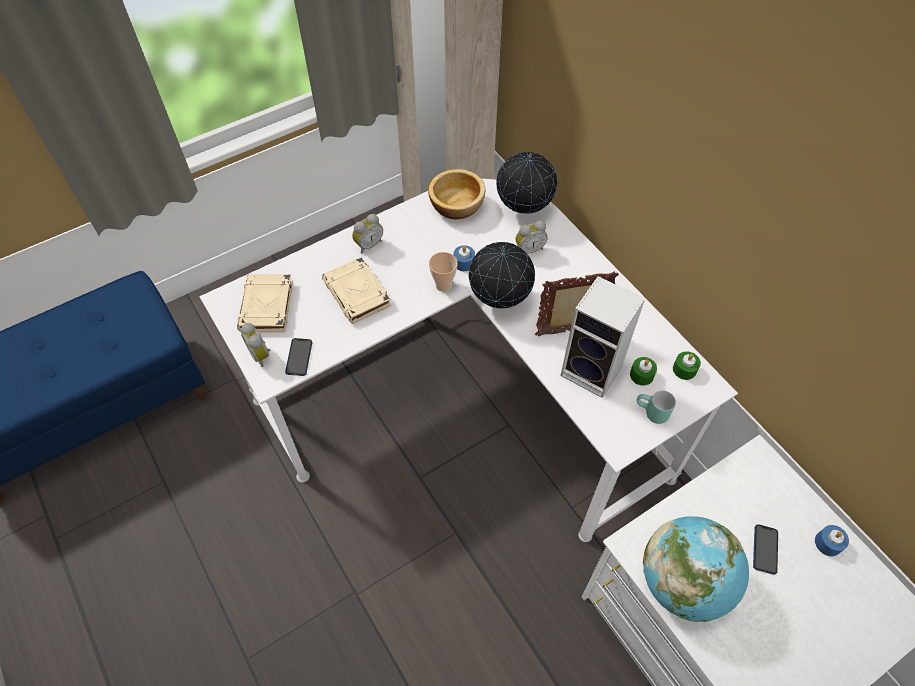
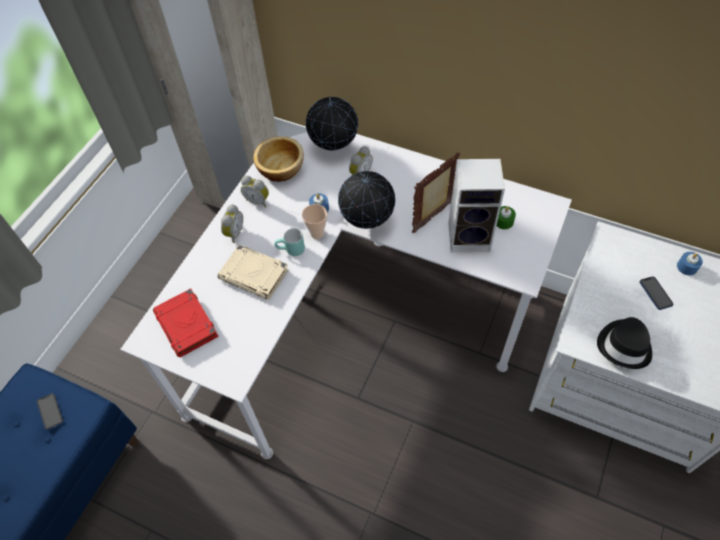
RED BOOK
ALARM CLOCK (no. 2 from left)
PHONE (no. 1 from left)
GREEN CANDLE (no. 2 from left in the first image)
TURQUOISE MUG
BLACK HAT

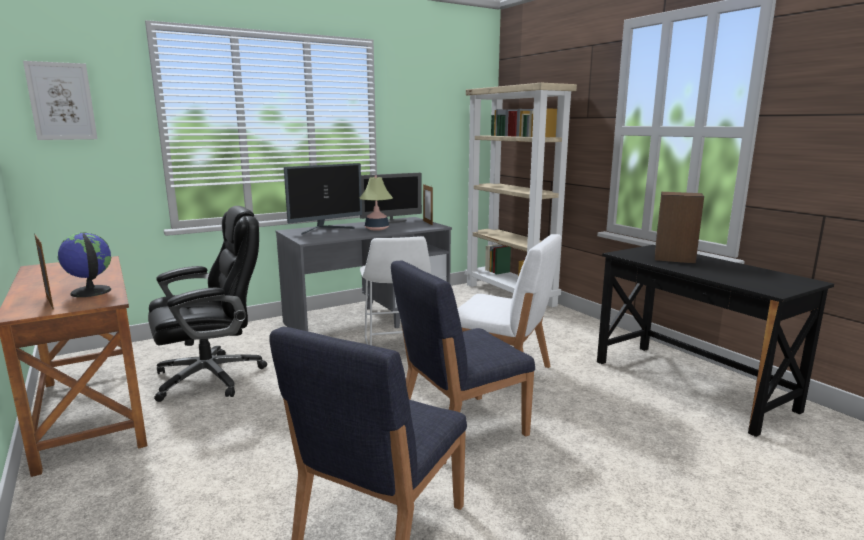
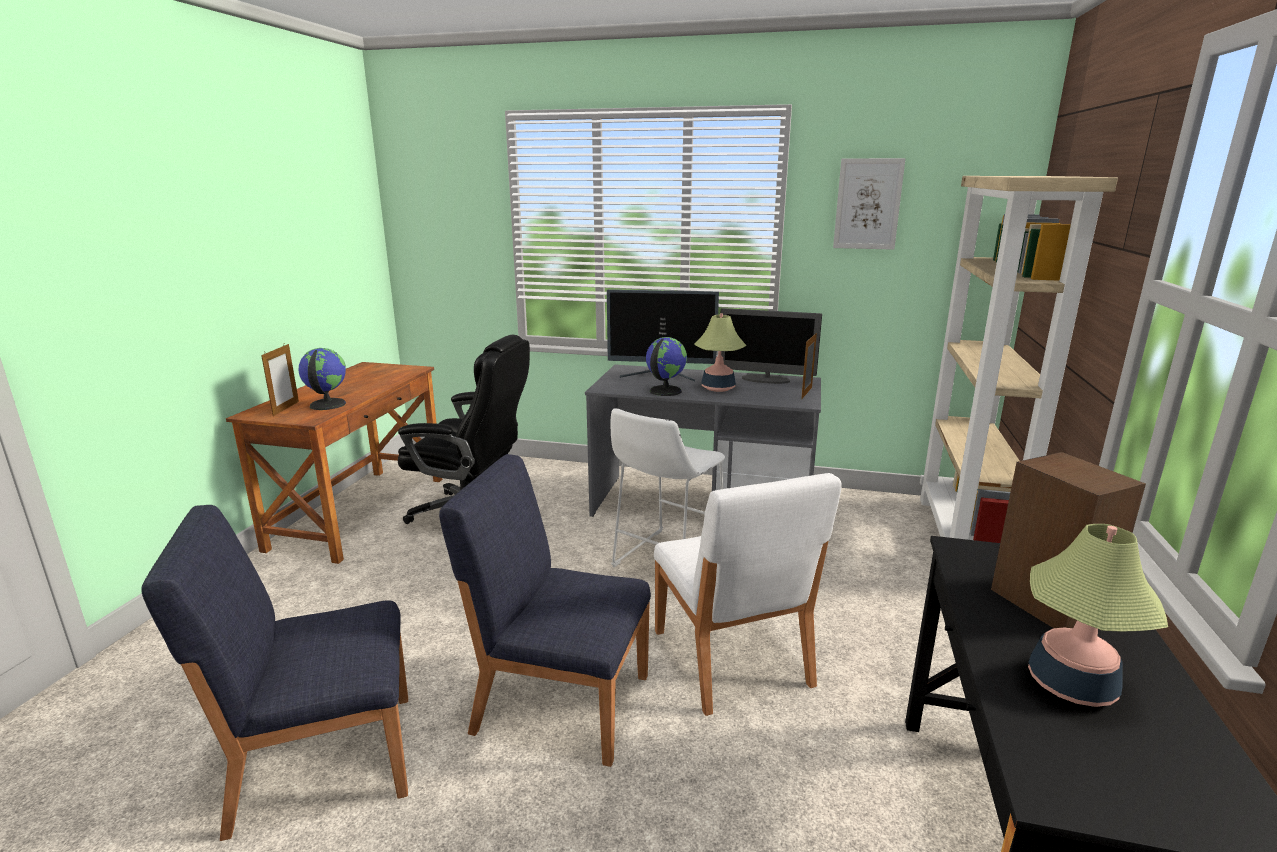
PICTURE
GLOBE (no. 2 from left)
TABLE LAMP (no. 2 from left)

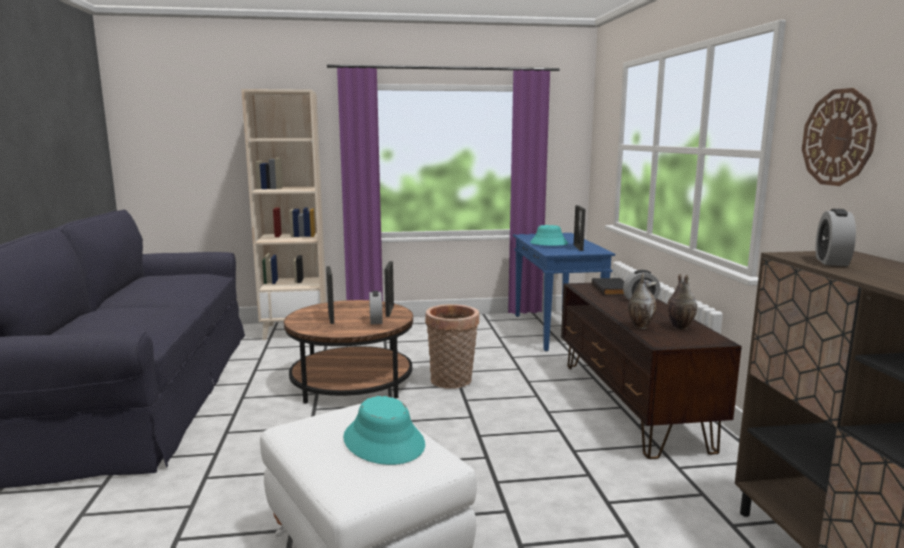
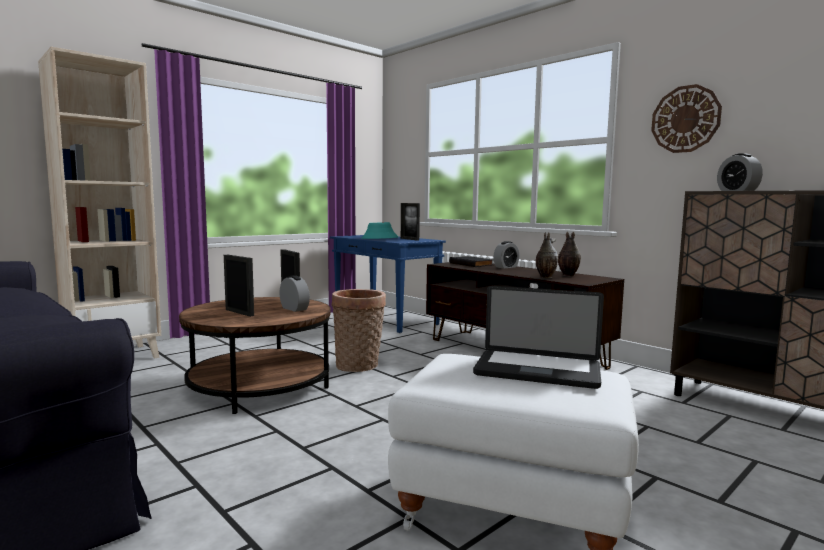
LAPTOP

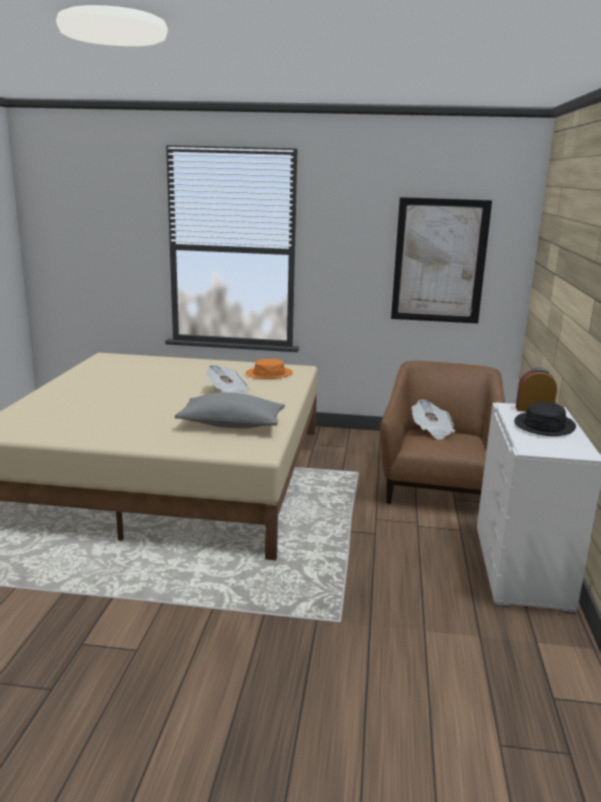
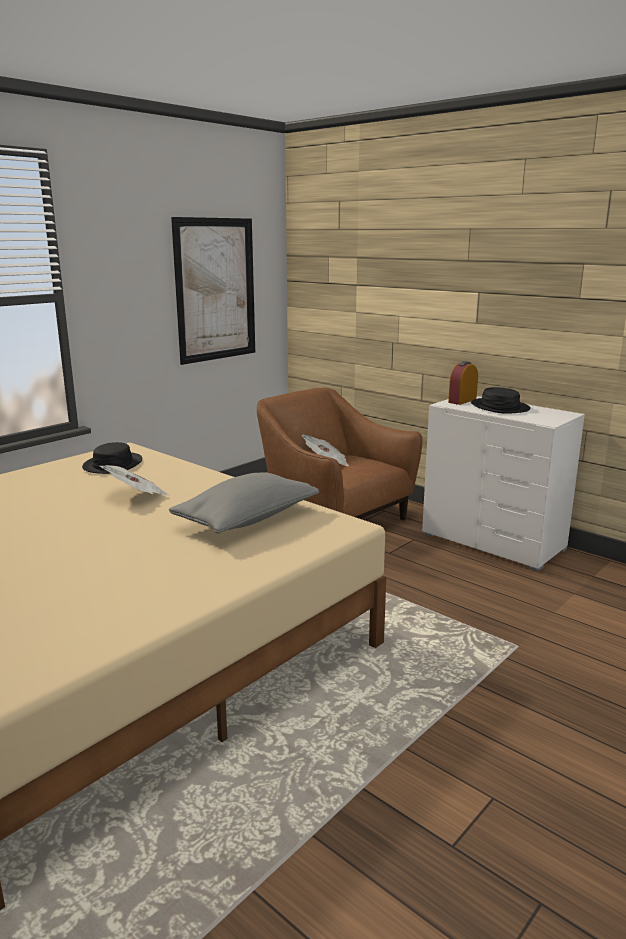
BLACK HAT (no. 1 from left)

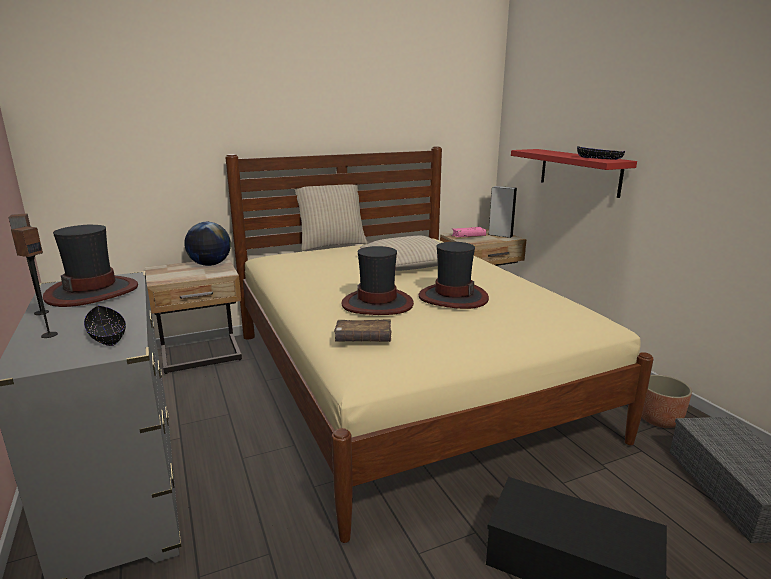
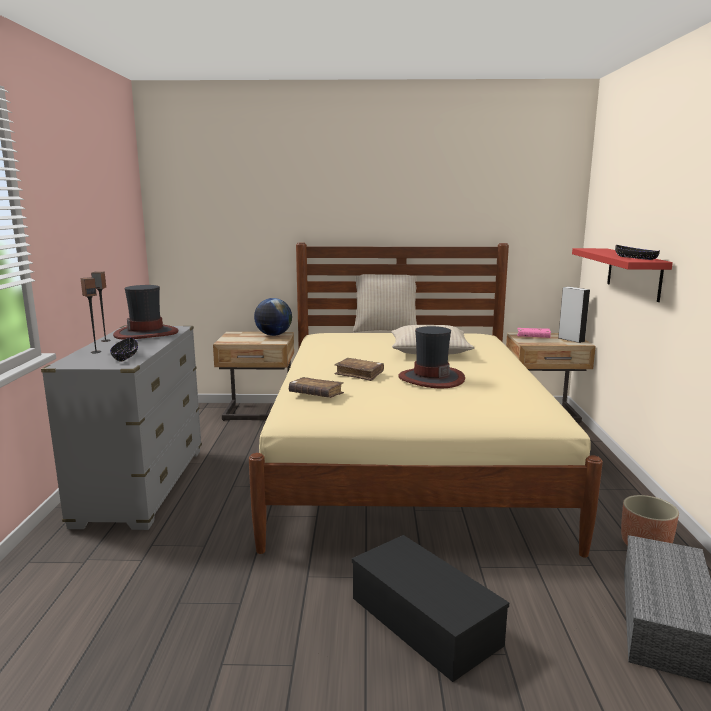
BROWN BOOK (no. 2 from left)

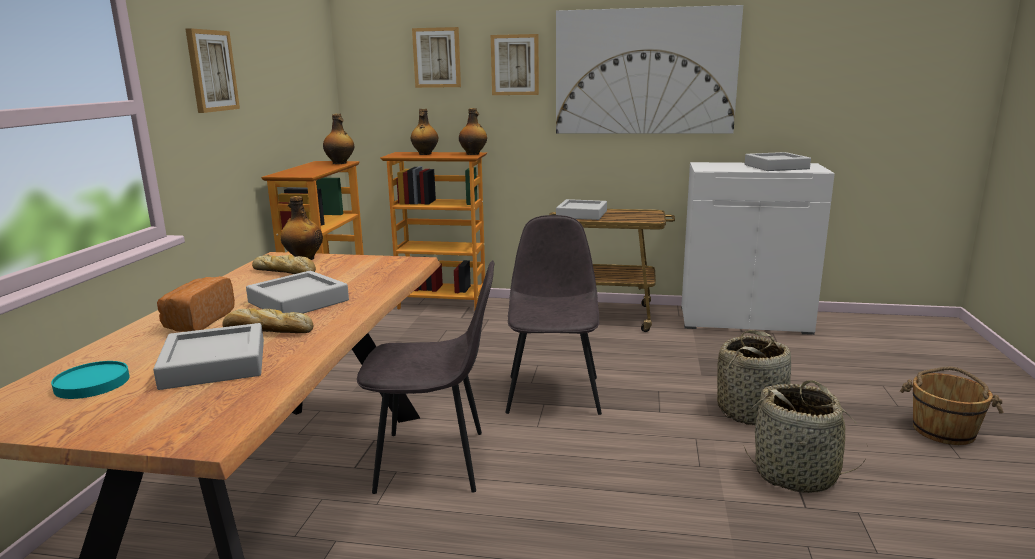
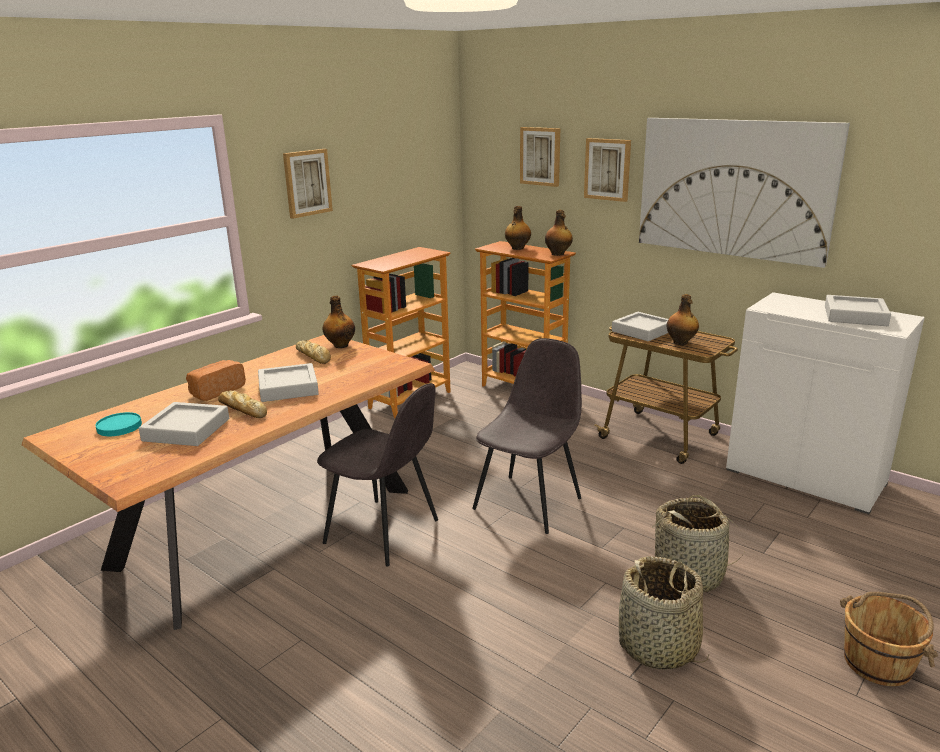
BOTTLE (no. 4 from left)

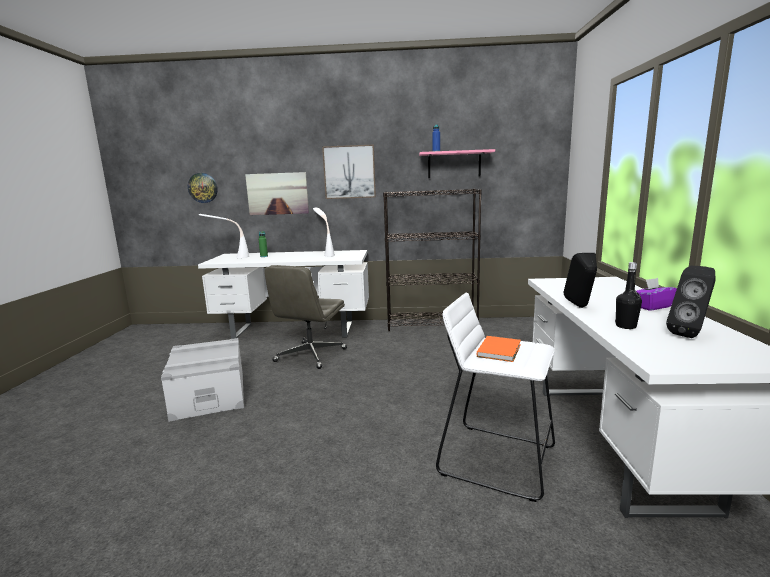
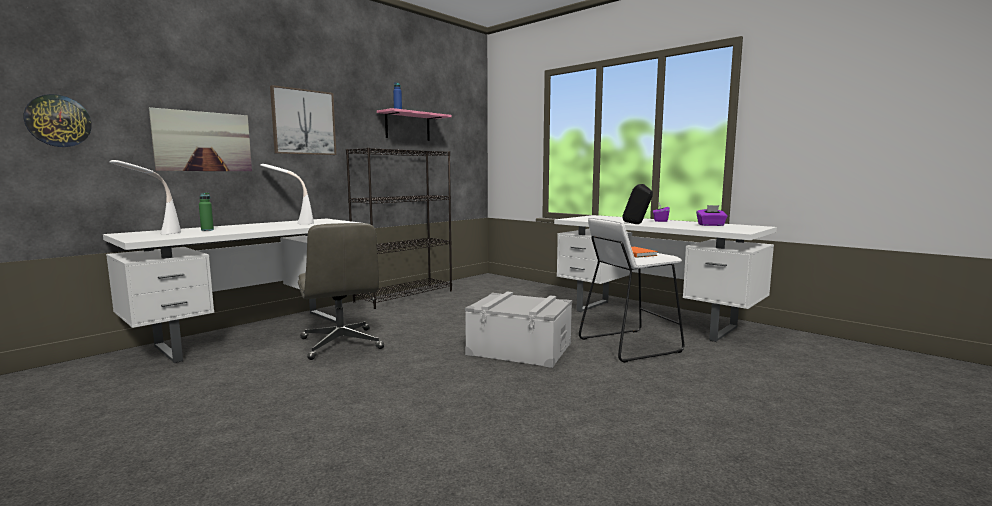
BLACK BOTTLE
PURPLE TISSUE BOX (no. 2 from left)
GREY STORAGE BOX

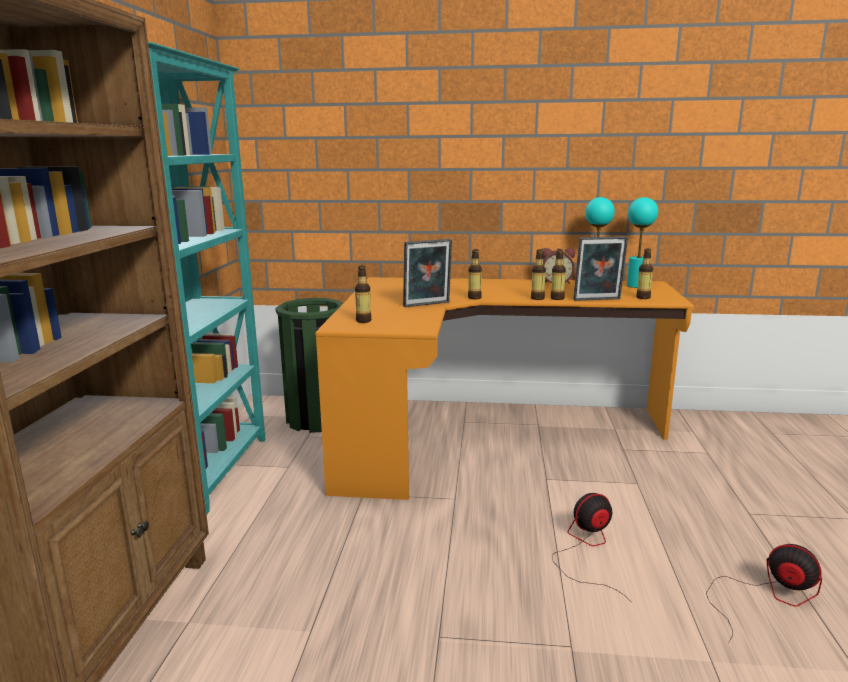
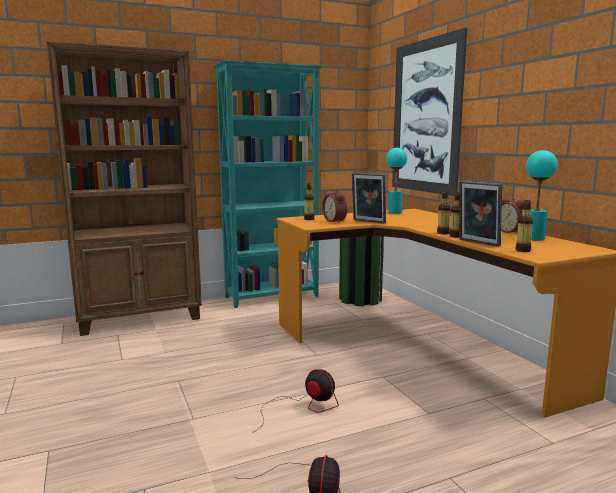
TURQUOISE TABLE LAMP (no. 1 from left)
BOTTLE (no. 2 from left in the first image)
PICTURE
ALARM CLOCK (no. 1 from left)

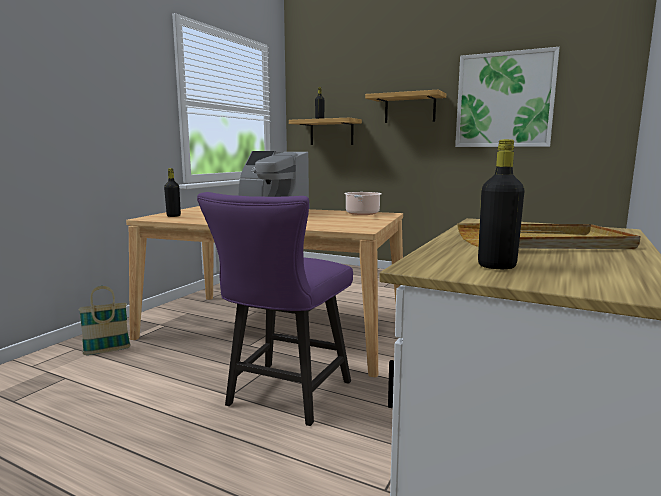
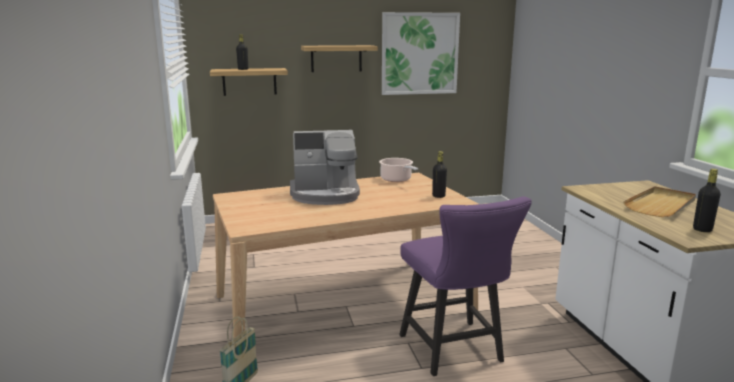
BLACK BOTTLE (no. 2 from left)

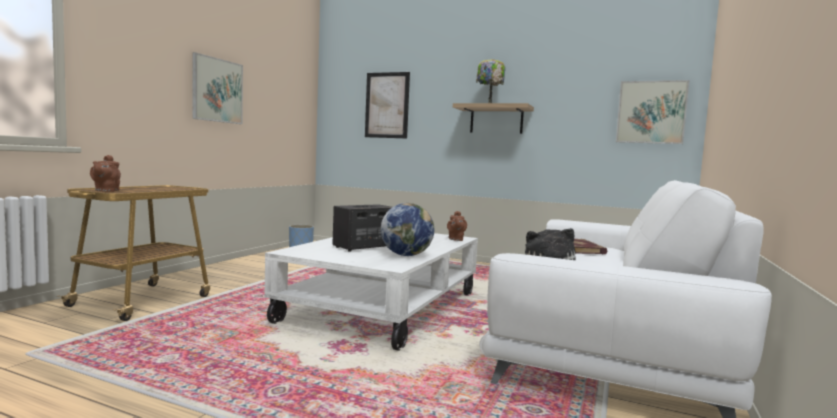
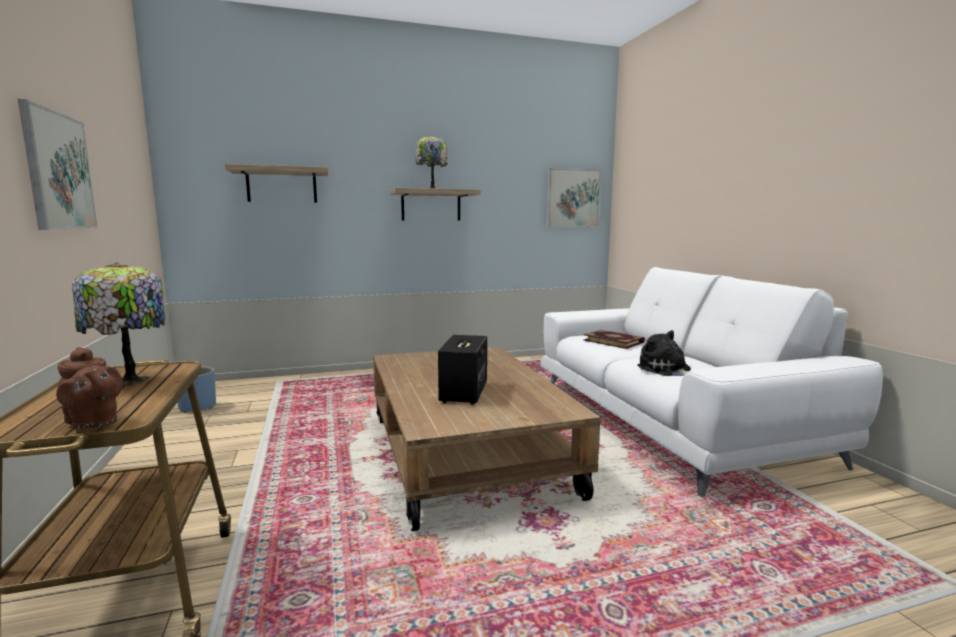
SHELF (no. 1 from left)
GLOBE
BROWN TEAPOT (no. 2 from left in the first image)
BROWN COFFEE TABLE
TABLE LAMP (no. 1 from left)

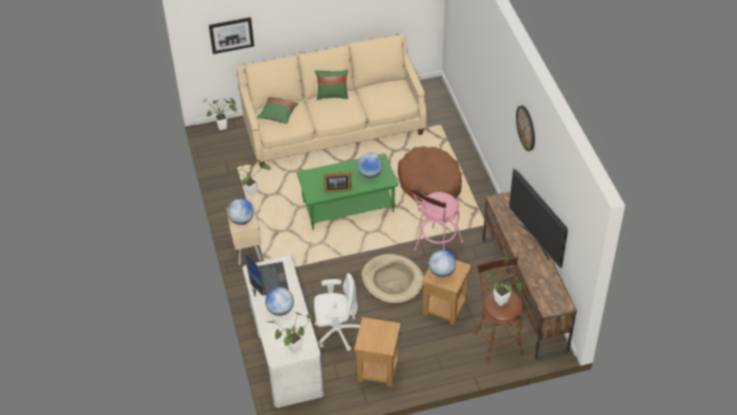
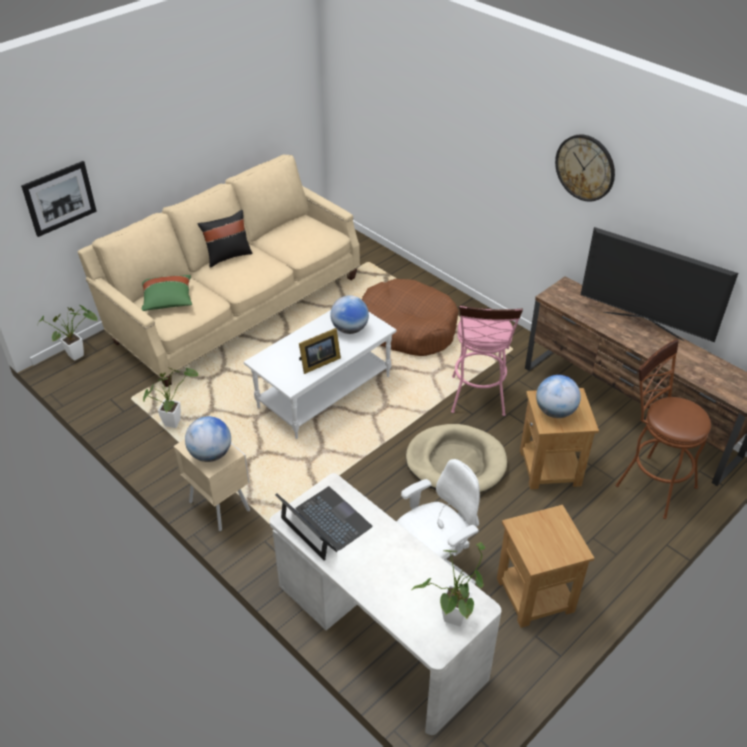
BLACK PILLOW
WHITE COFFEE TABLE
POTTED PLANT (no. 4 from left in the first image)
GLOBE (no. 2 from left in the first image)

